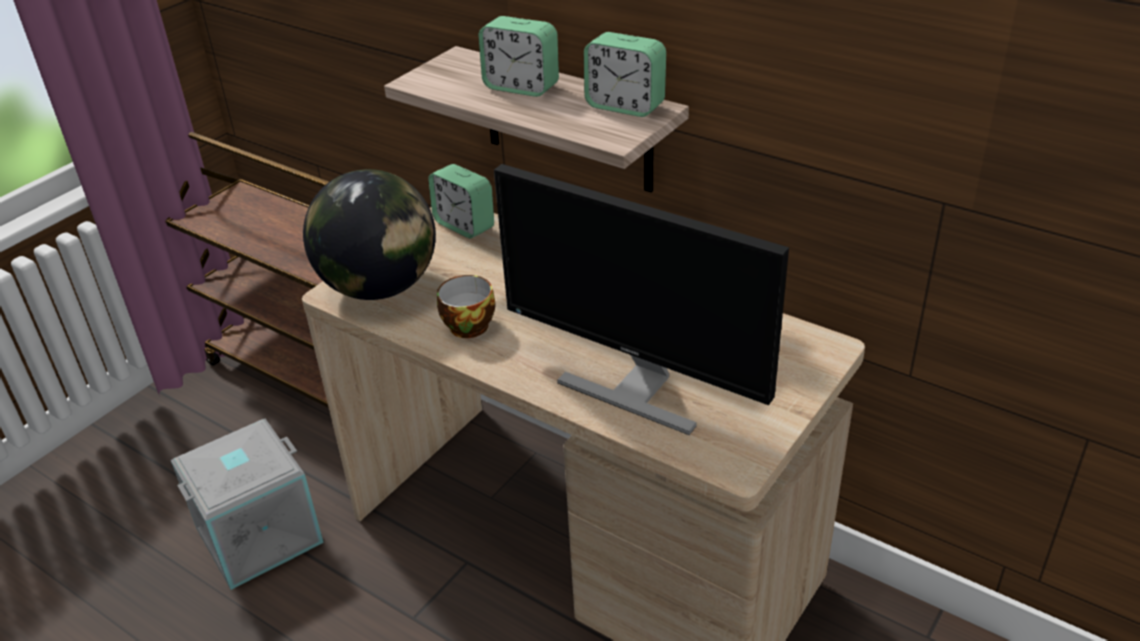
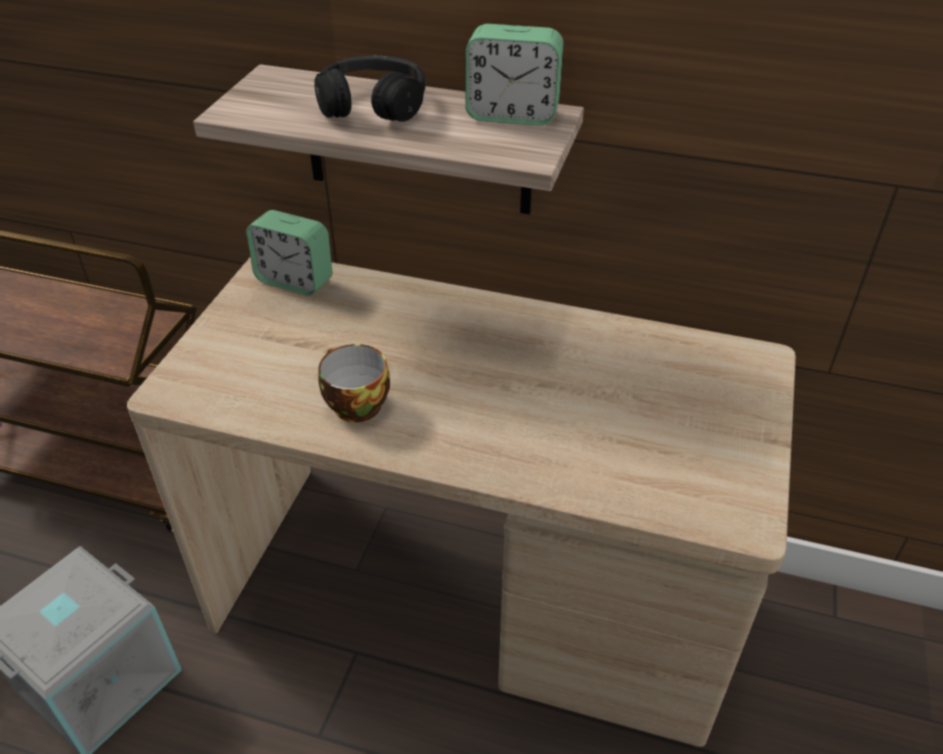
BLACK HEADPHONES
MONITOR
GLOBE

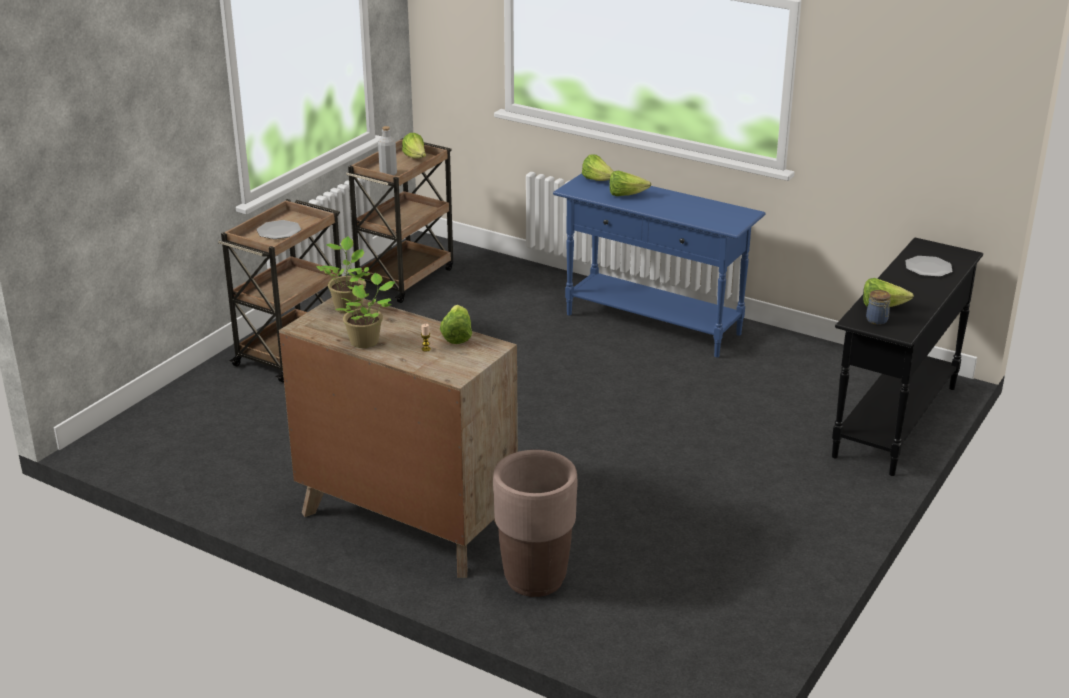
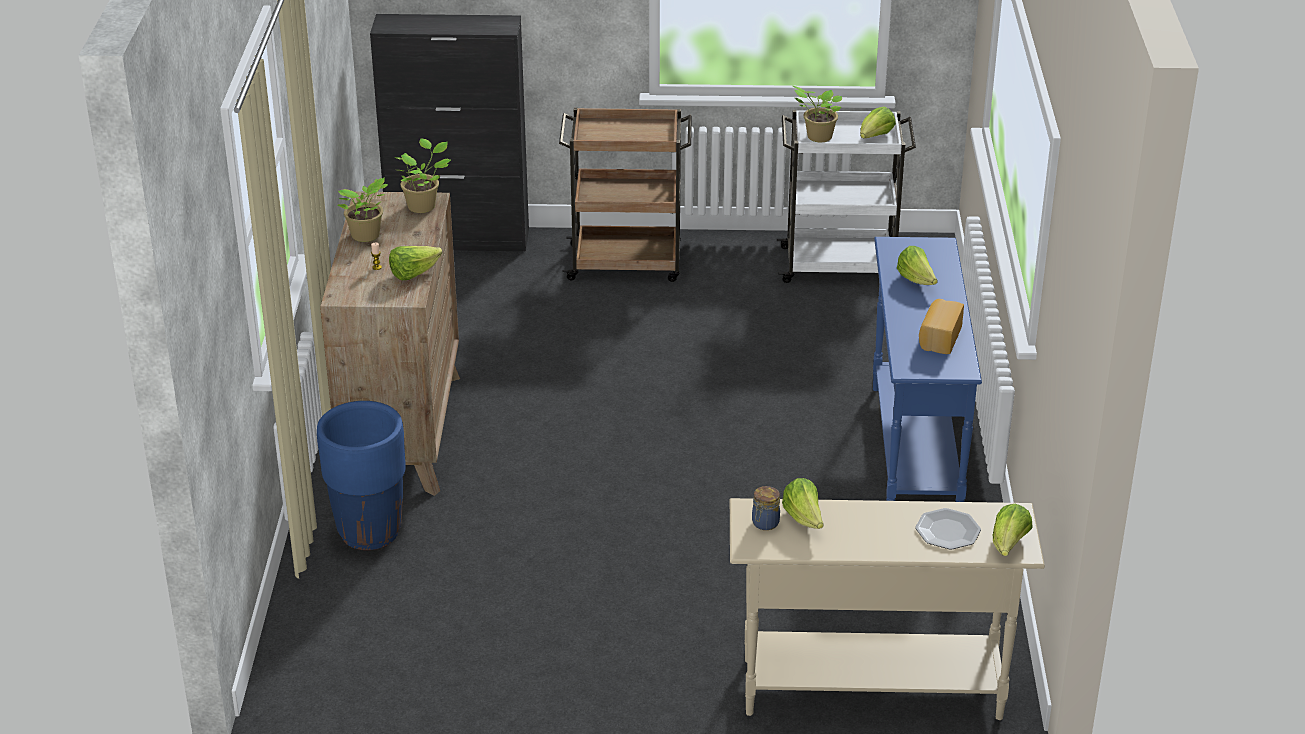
POTTED PLANT (no. 3 from left)
WHITE CART
LETTUCE (no. 5 from left)
PLATE (no. 1 from left in the first image)
BEIGE CONSOLE TABLE
BLUE PLANTER
BLACK CABINET
BREAD

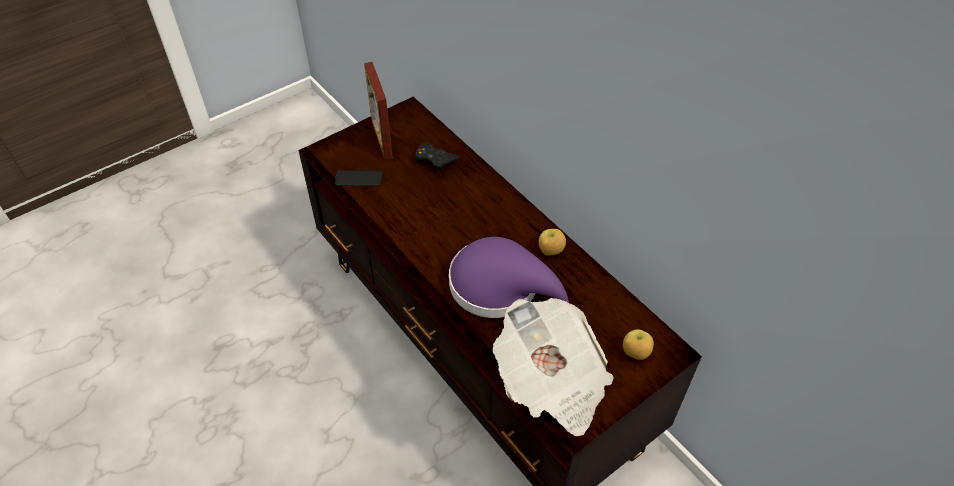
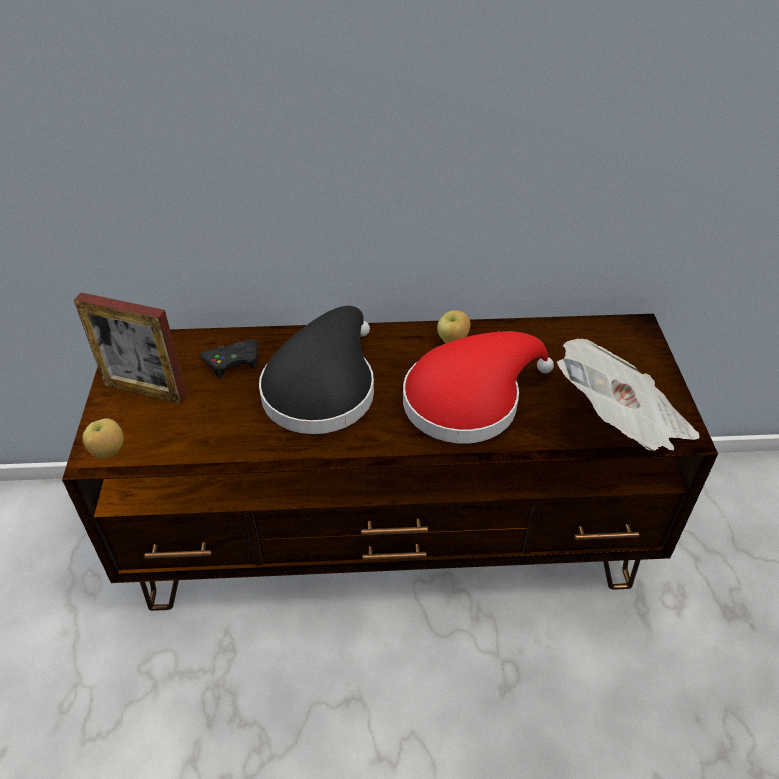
PHONE
RED HAT
APPLE (no. 1 from left)
BLACK HAT

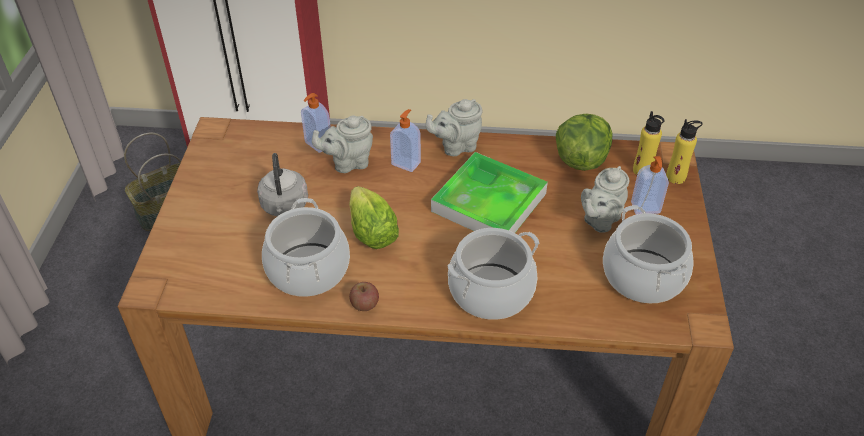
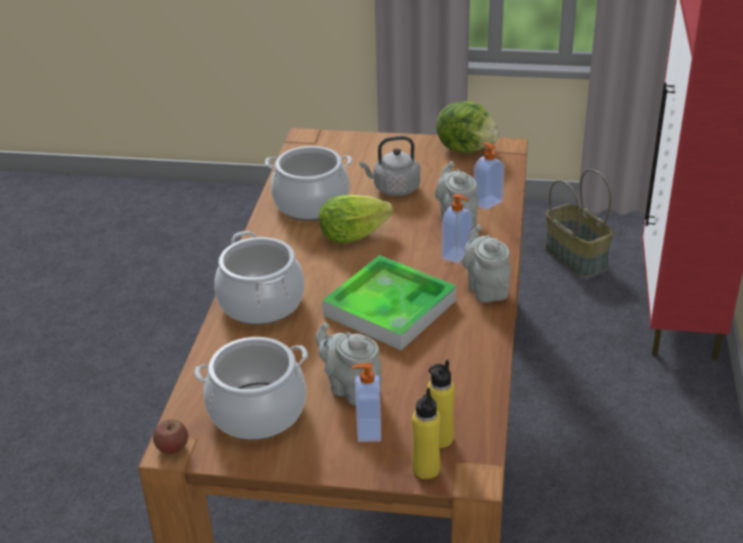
LETTUCE (no. 2 from left)
APPLE

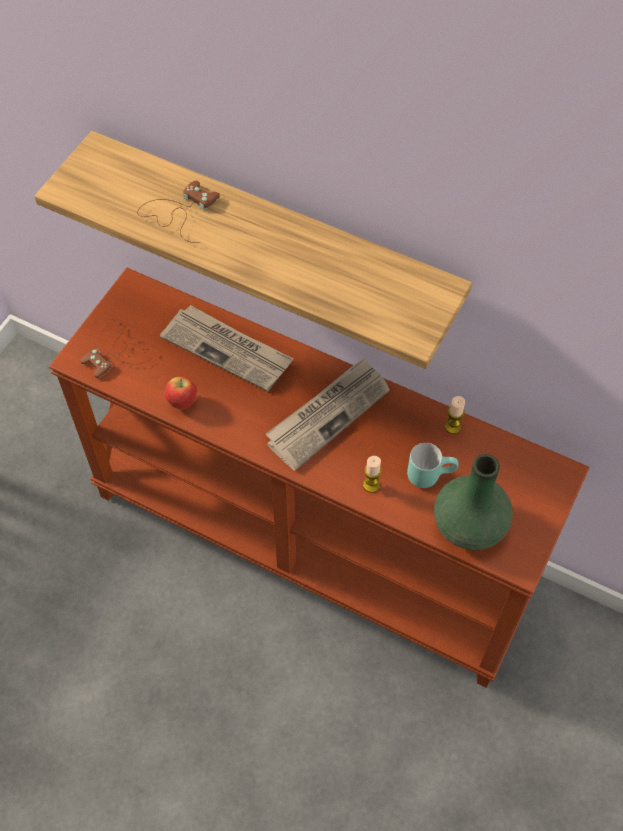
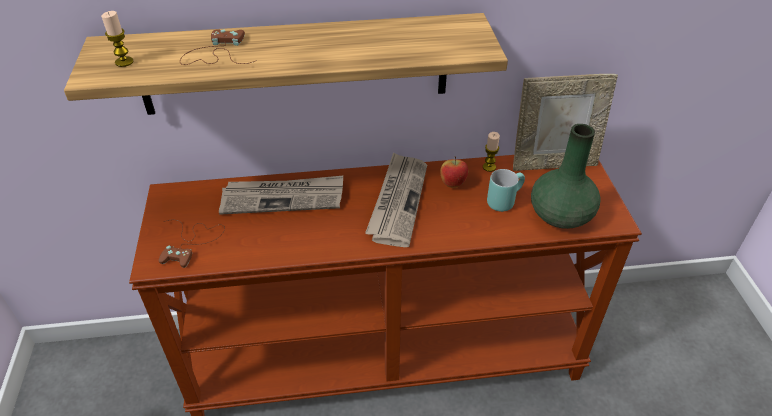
APPLE
CANDLE (no. 1 from left)
PICTURE FRAME

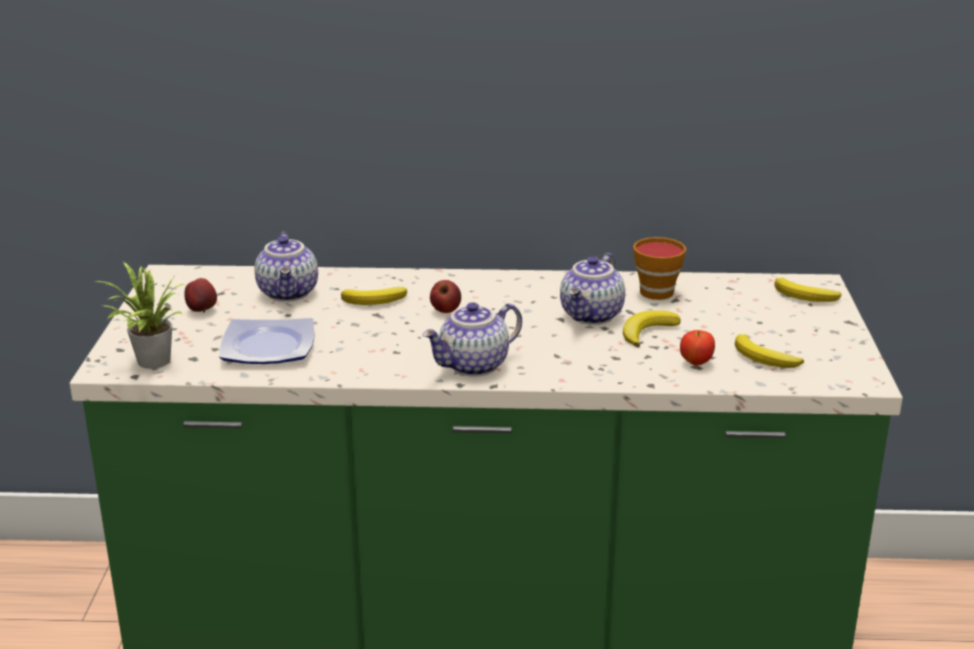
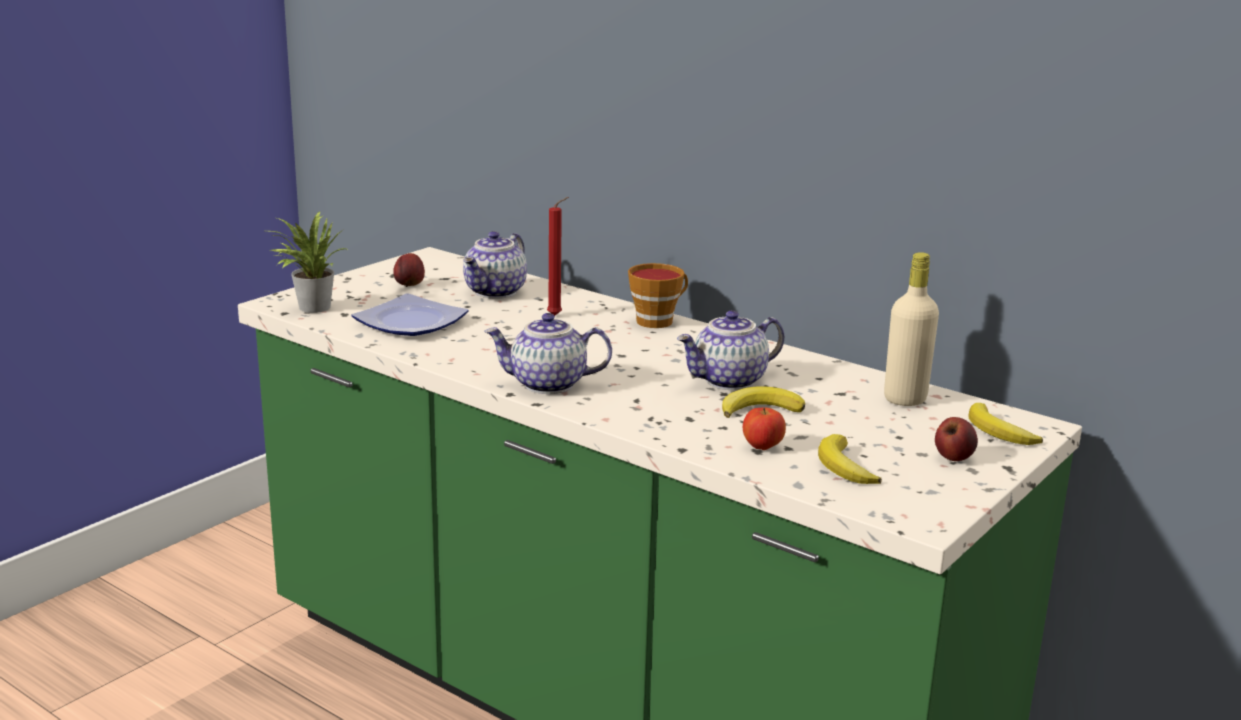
CUP
APPLE (no. 3 from left)
RED CANDLE
BEIGE BOTTLE

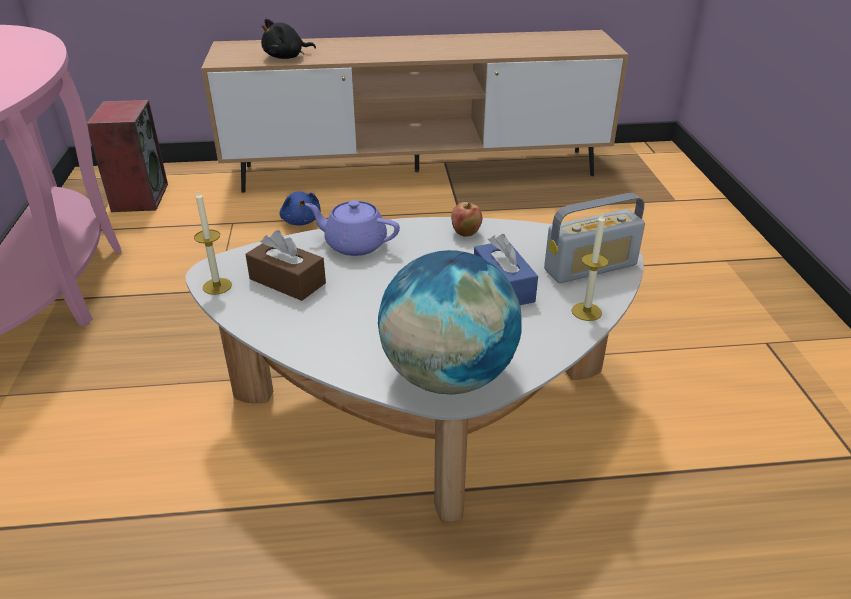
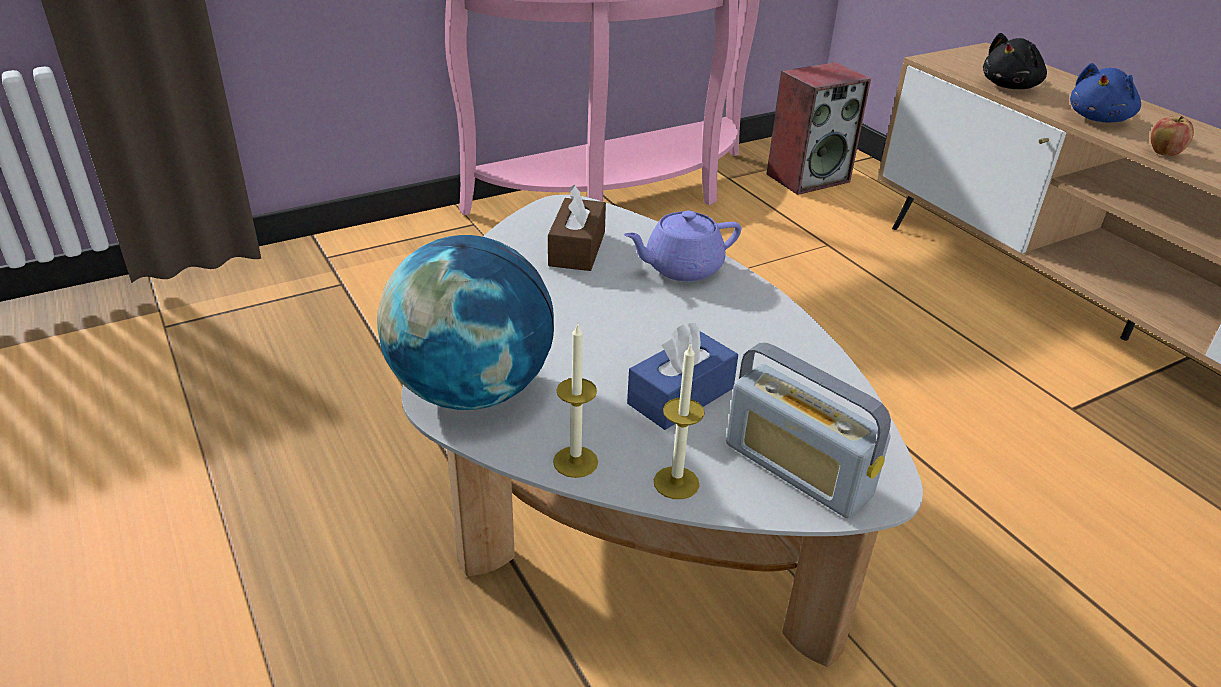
BLACK PLUSH TOY
CANDLE (no. 1 from left)
BLUE PLUSH TOY
PURPLE TEAPOT
APPLE

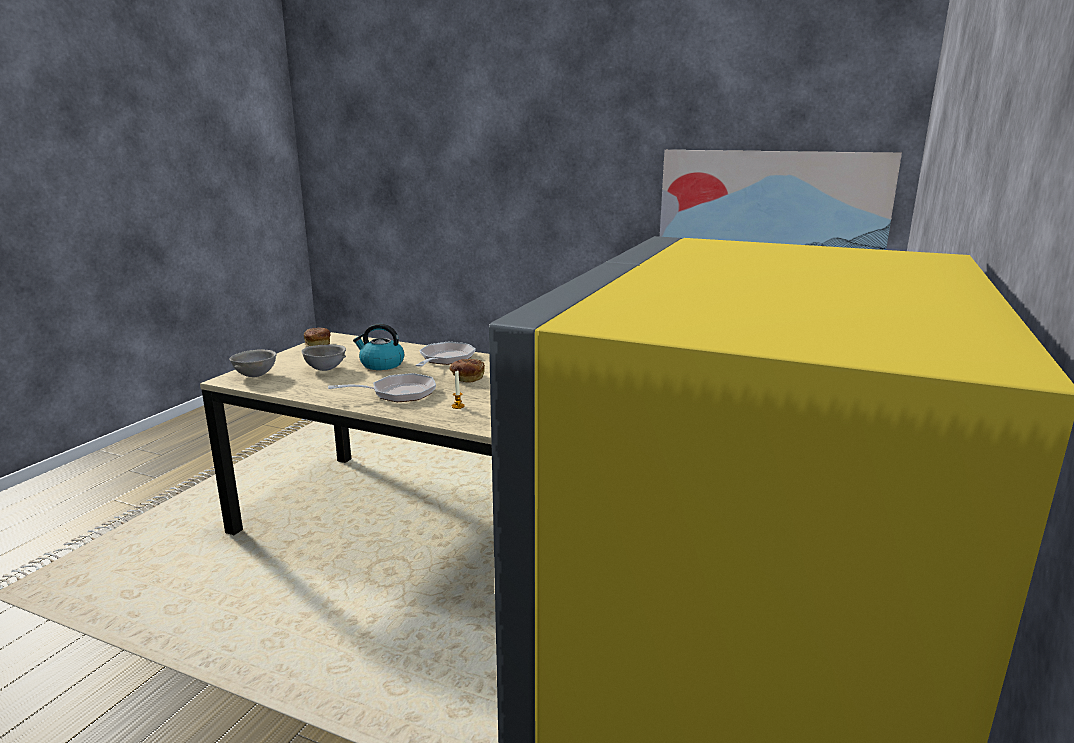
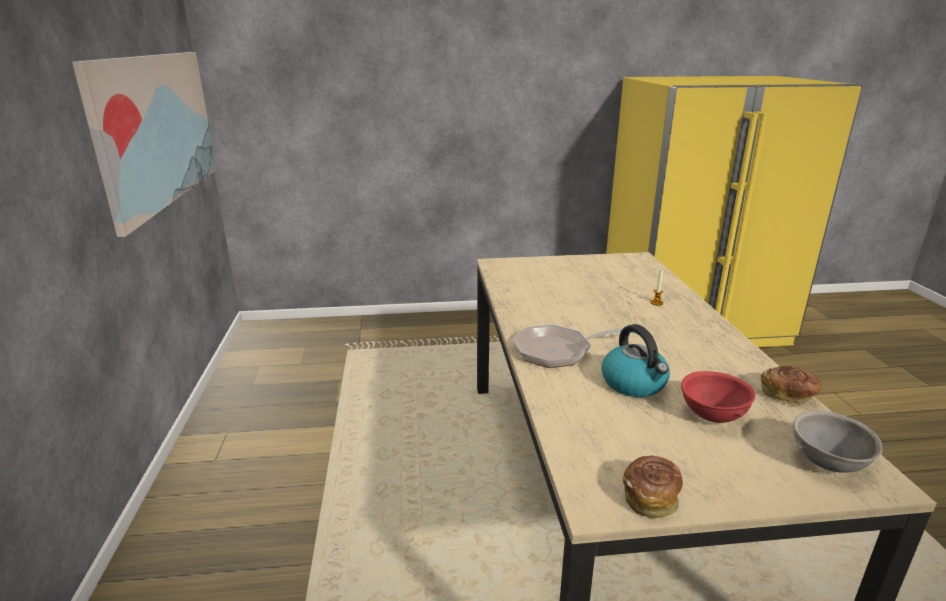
RED BOWL
BREAD (no. 2 from left)
FRYING PAN (no. 1 from left in the first image)

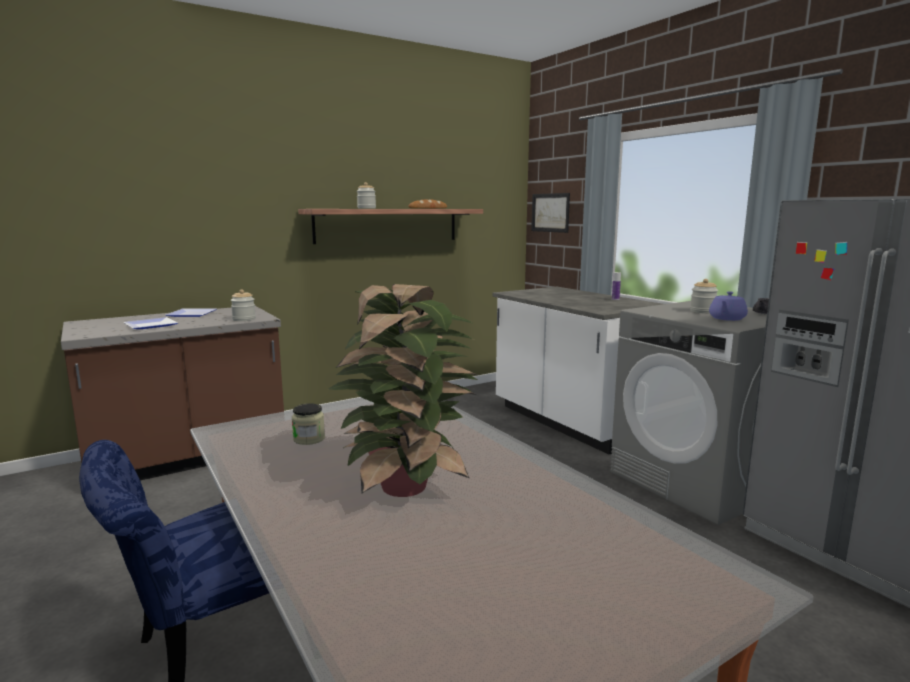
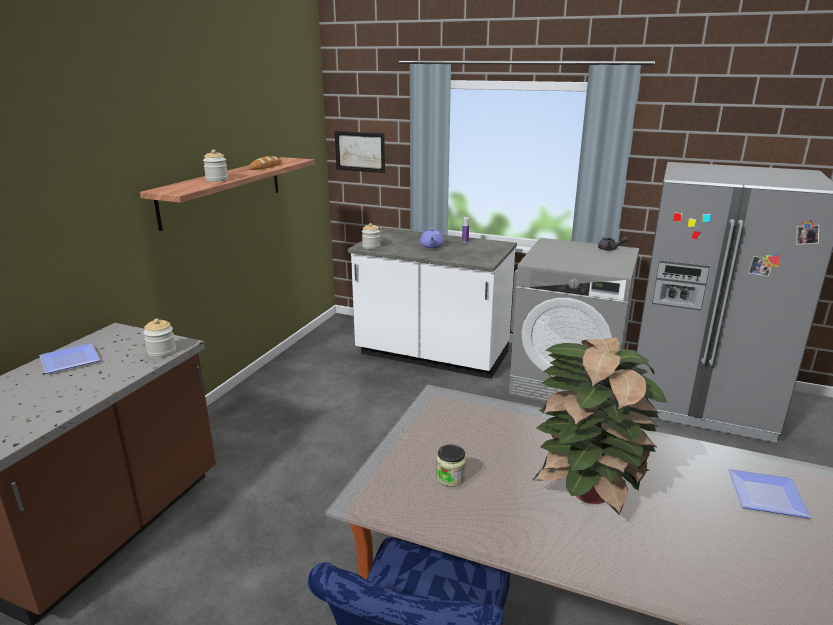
JAR (no. 3 from left)
PURPLE TEAPOT
PLATE (no. 2 from left)

